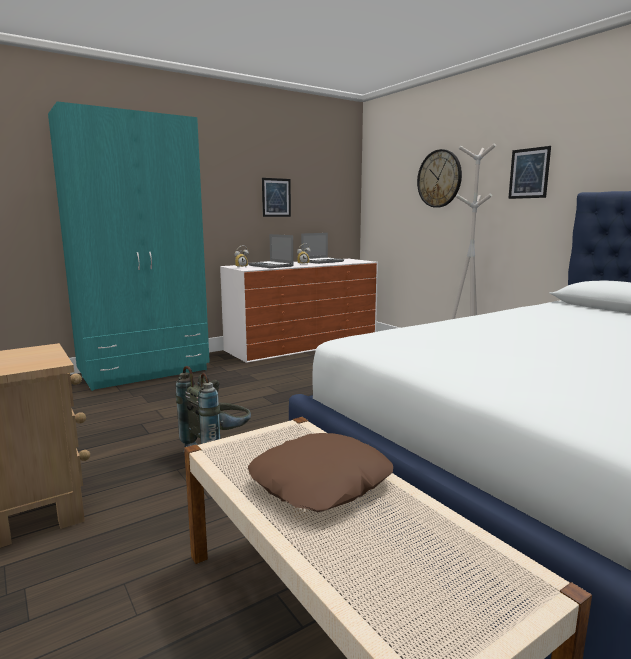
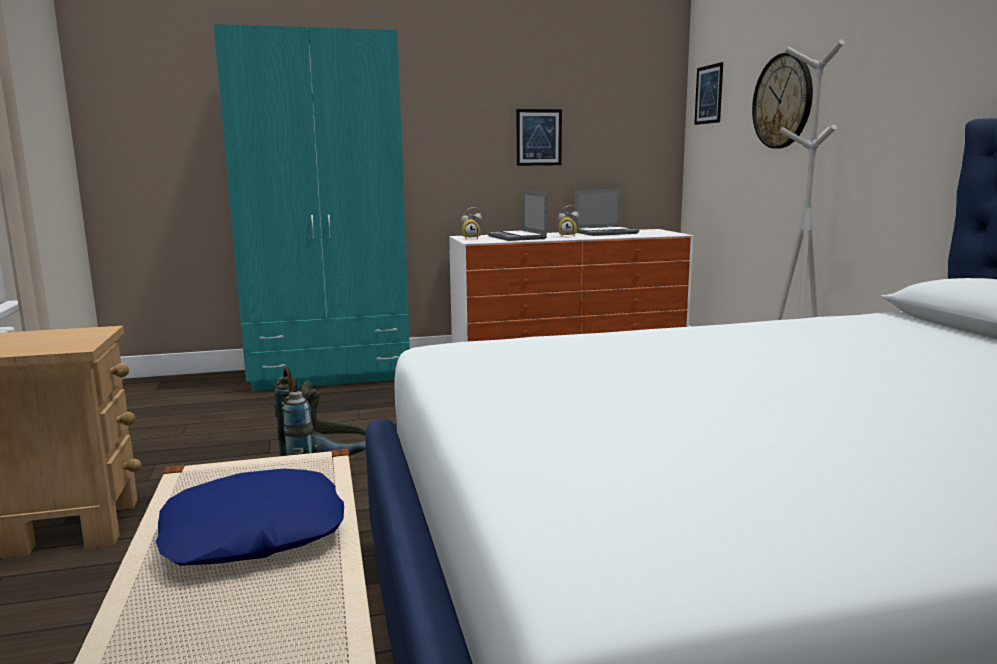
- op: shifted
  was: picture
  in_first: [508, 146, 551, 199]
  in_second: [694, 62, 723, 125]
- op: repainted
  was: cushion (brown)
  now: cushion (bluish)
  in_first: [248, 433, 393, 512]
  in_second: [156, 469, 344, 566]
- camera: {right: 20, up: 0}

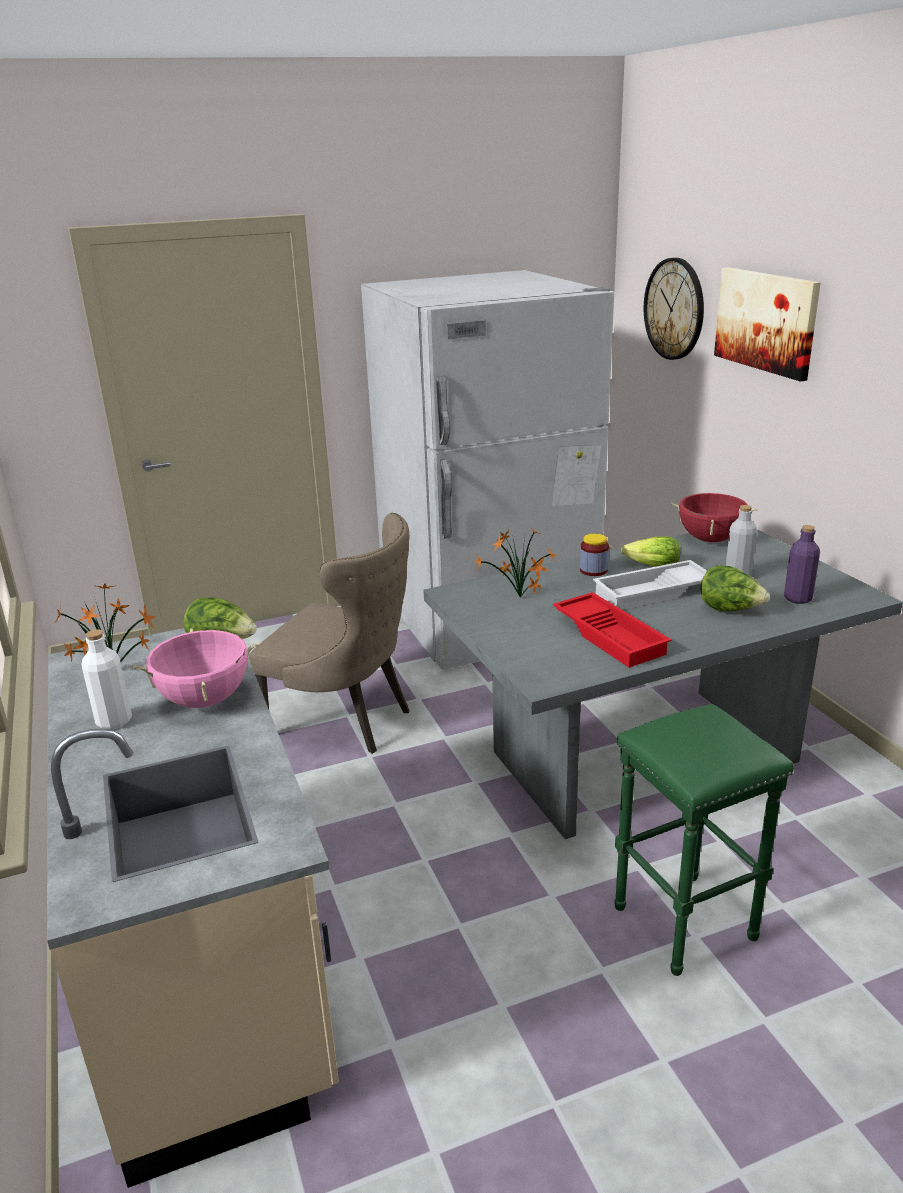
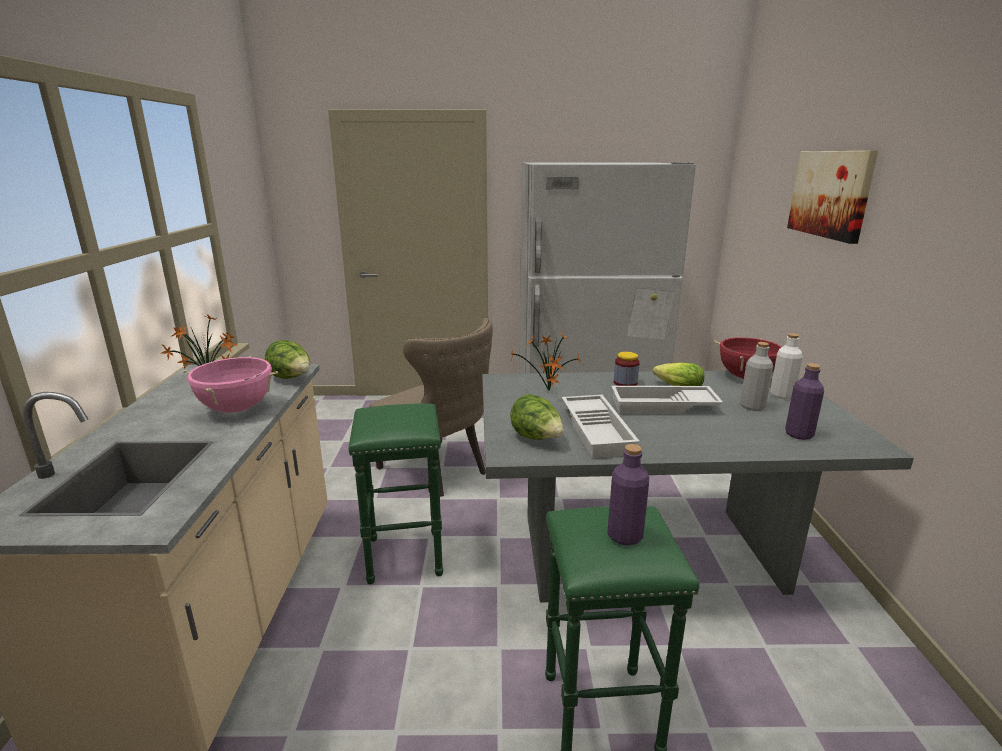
- op: gone
  was: clock on the wall
  in_first: [644, 258, 704, 360]
- op: shifted
  was: lettuce head
  in_first: [701, 565, 770, 611]
  in_second: [510, 394, 564, 440]
- op: repainted
  was: tray (red)
  now: tray (white)
  in_first: [553, 592, 672, 668]
  in_second: [562, 395, 640, 458]
- op: shifted
  was: drink bottle (white)
  in_first: [82, 629, 132, 729]
  in_second: [770, 333, 802, 399]
- op: new
  now: stool (green-coloured)
  in_second: [348, 403, 443, 584]
- op: new
  now: drink bottle (purplish)
  in_second: [607, 444, 649, 546]
- camera: {right: 20, up: -5}

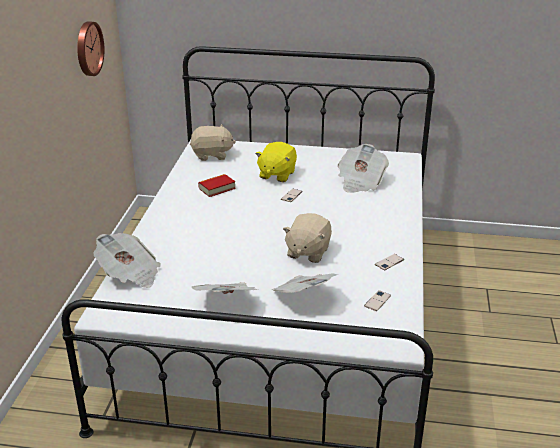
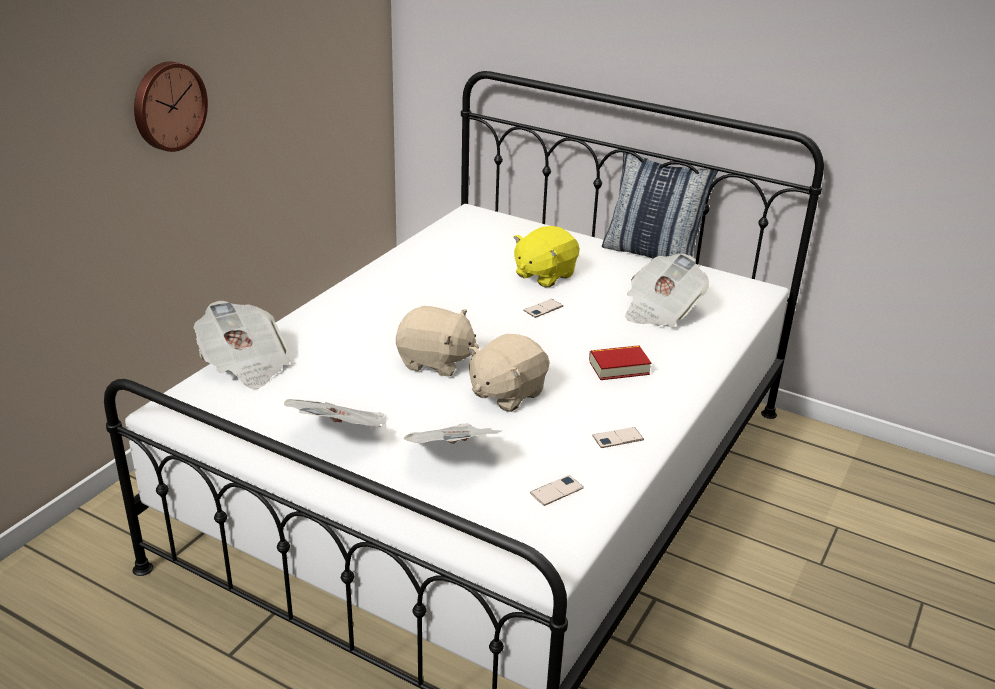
- op: shifted
  was: clock on the wall
  in_first: [77, 21, 104, 76]
  in_second: [134, 61, 208, 152]
- op: shifted
  was: cuddly toy (beige-coloured)
  in_first: [190, 124, 236, 161]
  in_second: [396, 306, 479, 377]
- op: shifted
  was: volume
  in_first: [198, 174, 236, 197]
  in_second: [589, 345, 651, 380]
- op: new
  now: cushion
  in_second: [602, 153, 718, 258]
- camera: {right: 20, up: 0}

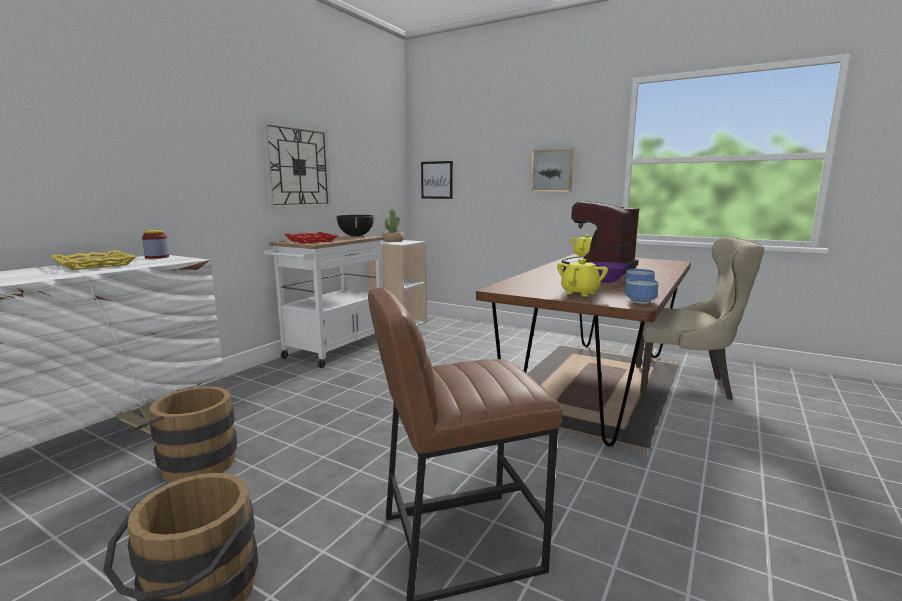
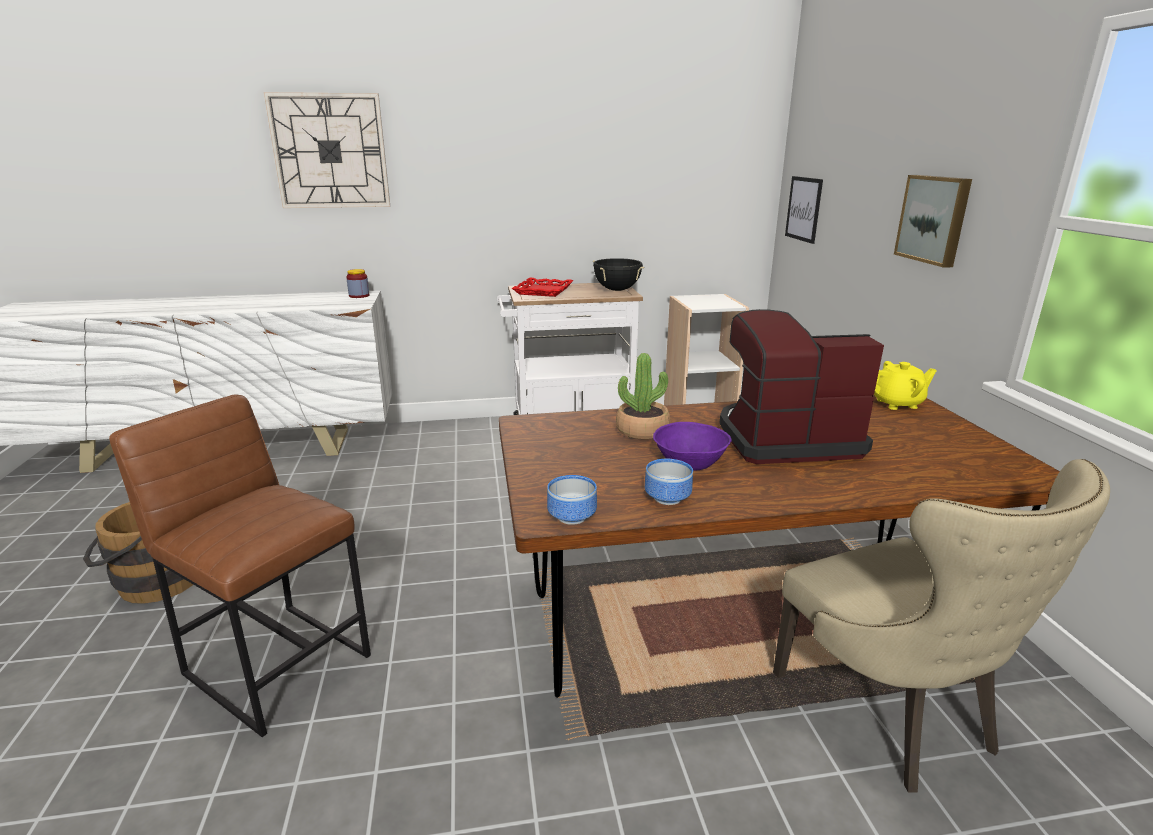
- op: shifted
  was: clock on the wall
  in_first: [262, 121, 331, 208]
  in_second: [264, 92, 390, 208]
- op: shifted
  was: plant in a pot
  in_first: [383, 209, 404, 242]
  in_second: [616, 353, 670, 440]
- op: gone
  was: tray (yellow-coloured)
  in_first: [50, 250, 137, 270]
- op: gone
  was: pot for tea (yellow-coloured)
  in_first: [557, 259, 608, 297]
- op: gone
  was: bucket (brown)
  in_first: [134, 386, 237, 483]
- camera: {right: 50, up: 10}

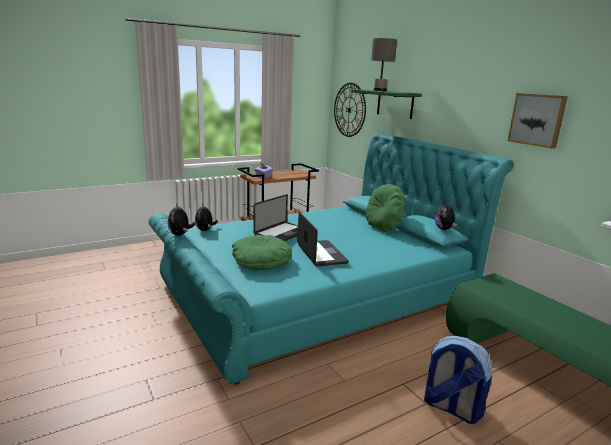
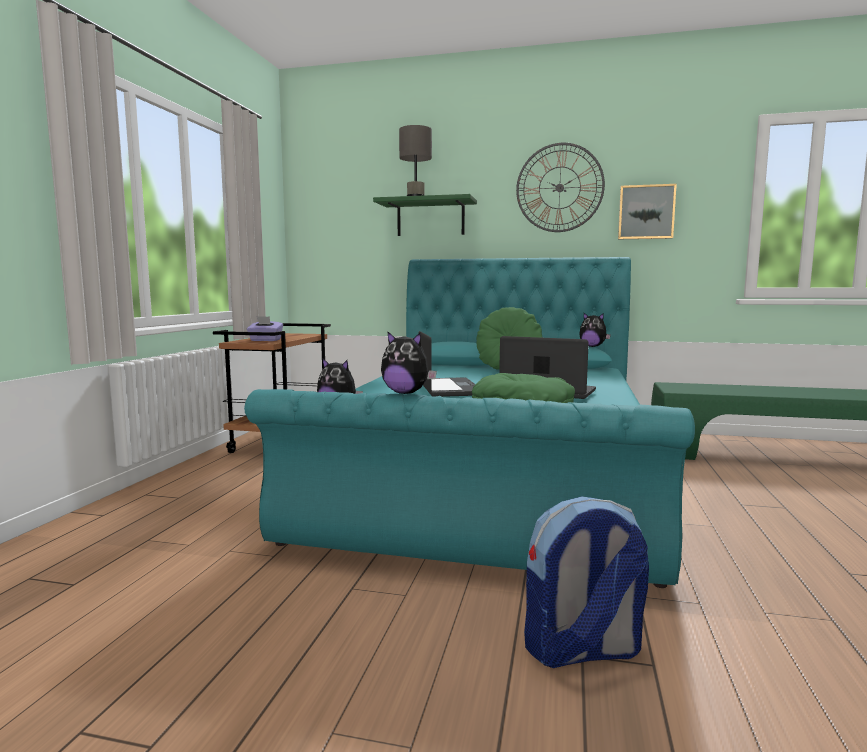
- op: shifted
  was: clock on the wall
  in_first: [334, 83, 366, 137]
  in_second: [516, 143, 605, 232]
- op: shifted
  was: backpack
  in_first: [424, 336, 492, 424]
  in_second: [524, 496, 649, 668]
- camera: {right: -45, up: -10}

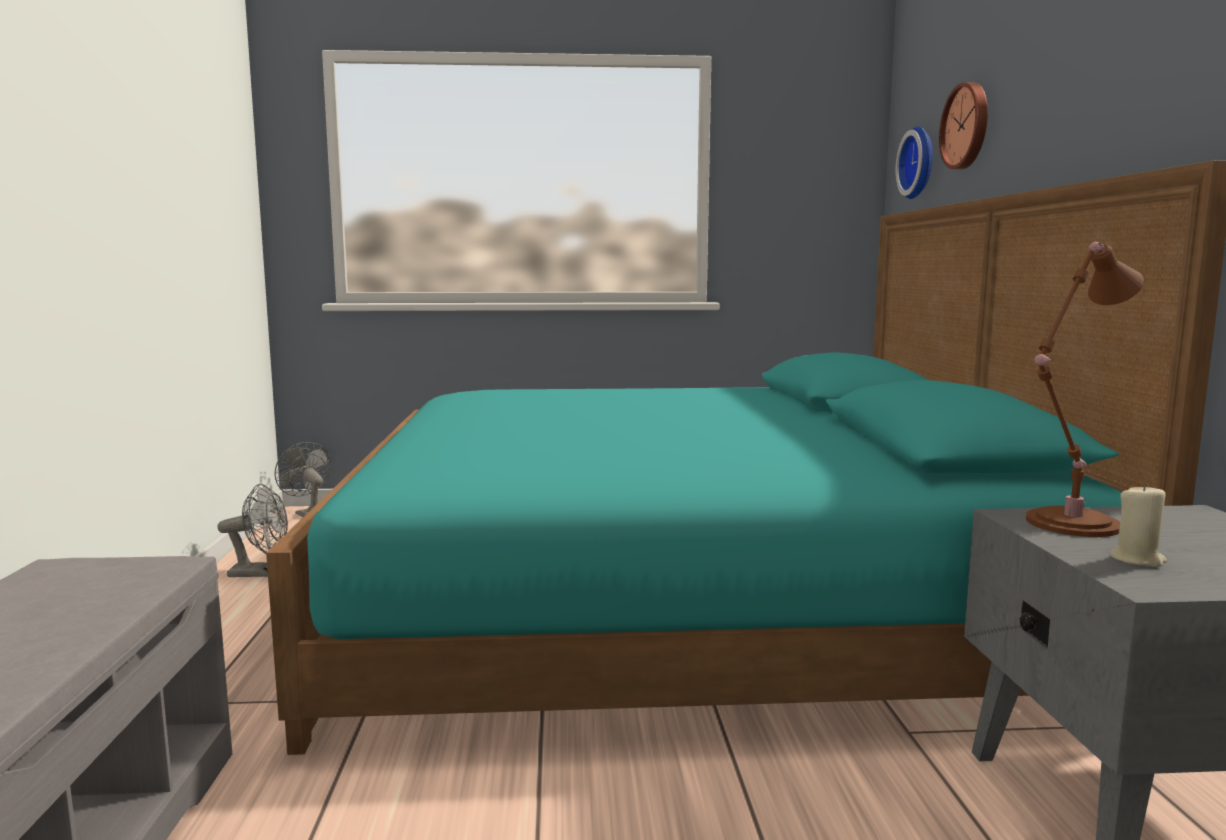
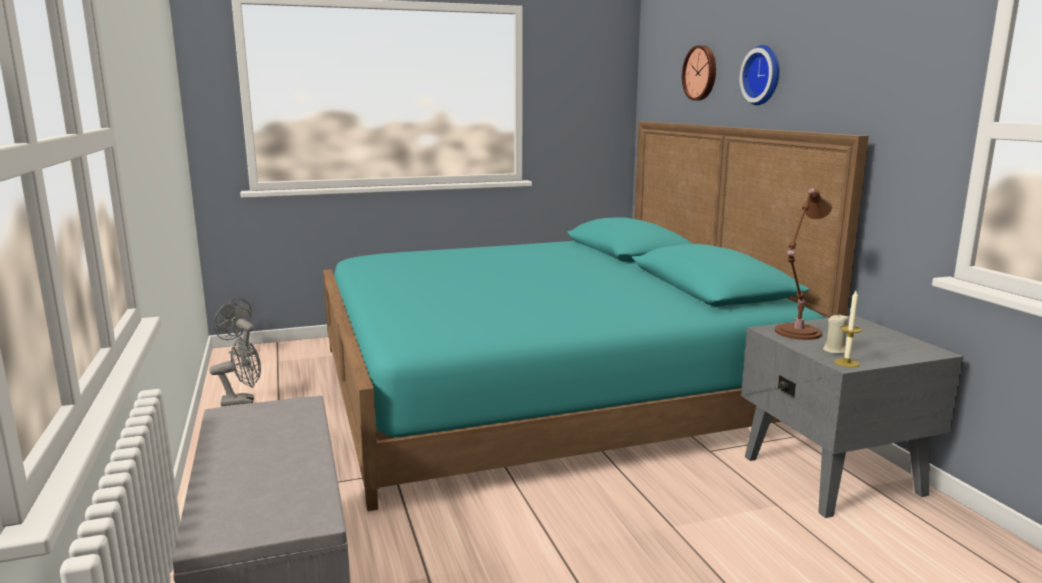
- op: shifted
  was: clock on the wall
  in_first: [895, 126, 933, 199]
  in_second: [740, 45, 780, 105]
- op: new
  now: wax light
  in_second: [834, 291, 862, 367]
- camera: {right: -15, up: 5}

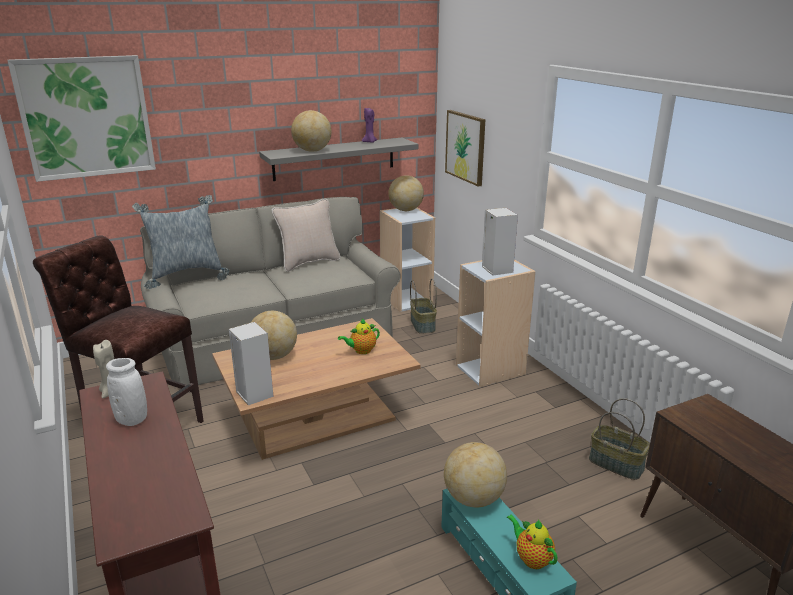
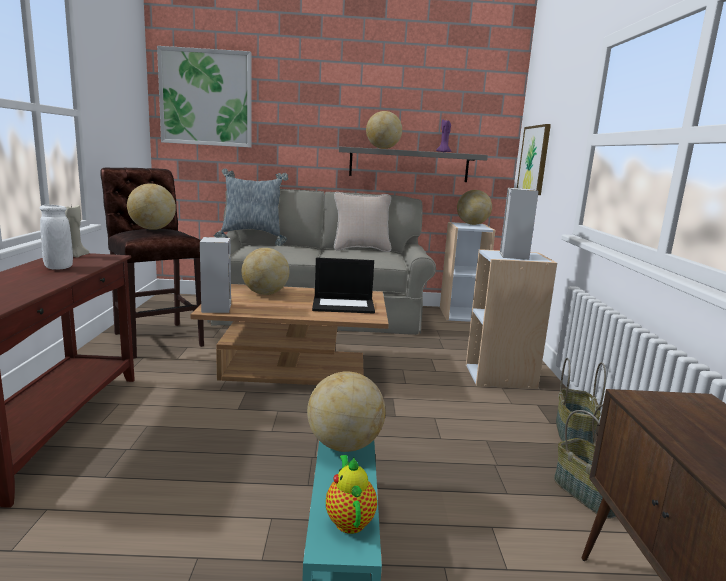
- op: shifted
  was: storage basket
  in_first: [410, 279, 437, 334]
  in_second: [556, 358, 606, 444]
- op: swapped
  was: pot for tea
  now: notebook computer
  in_first: [338, 319, 380, 354]
  in_second: [312, 258, 375, 314]
- op: new
  now: desk globe
  in_second: [127, 183, 176, 230]
- camera: {right: 25, up: -10}

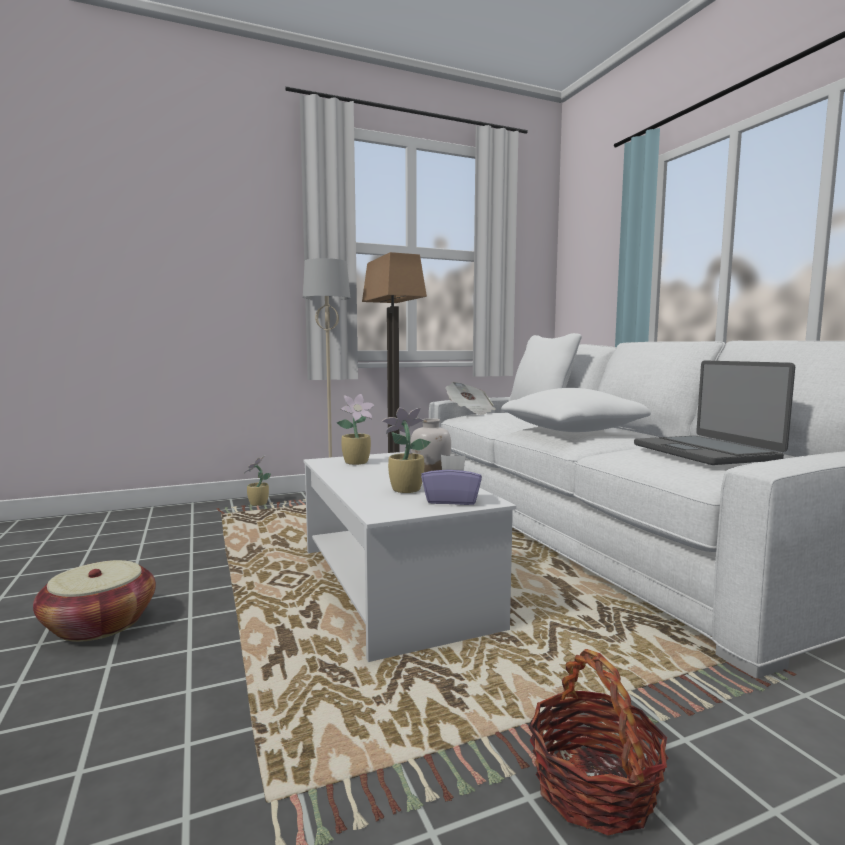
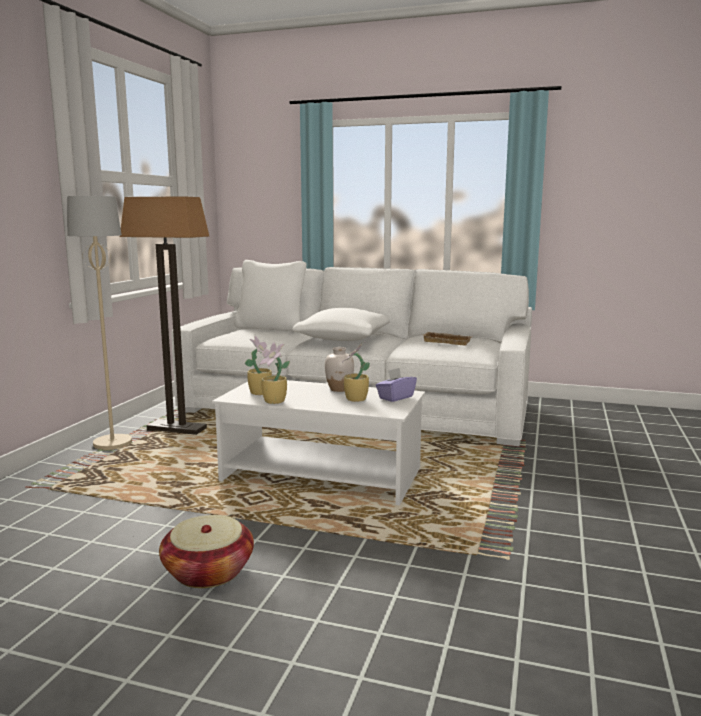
- op: swapped
  was: notebook computer
  now: tray (beige-coloured)
  in_first: [634, 360, 795, 465]
  in_second: [423, 332, 472, 345]
- op: gone
  was: daily paper
  in_first: [445, 382, 496, 415]
- op: shifted
  was: plant in a pot
  in_first: [244, 456, 271, 506]
  in_second: [259, 342, 290, 404]
- op: gone
  was: storage basket
  in_first: [528, 649, 668, 836]
- camera: {right: -50, up: 5}

